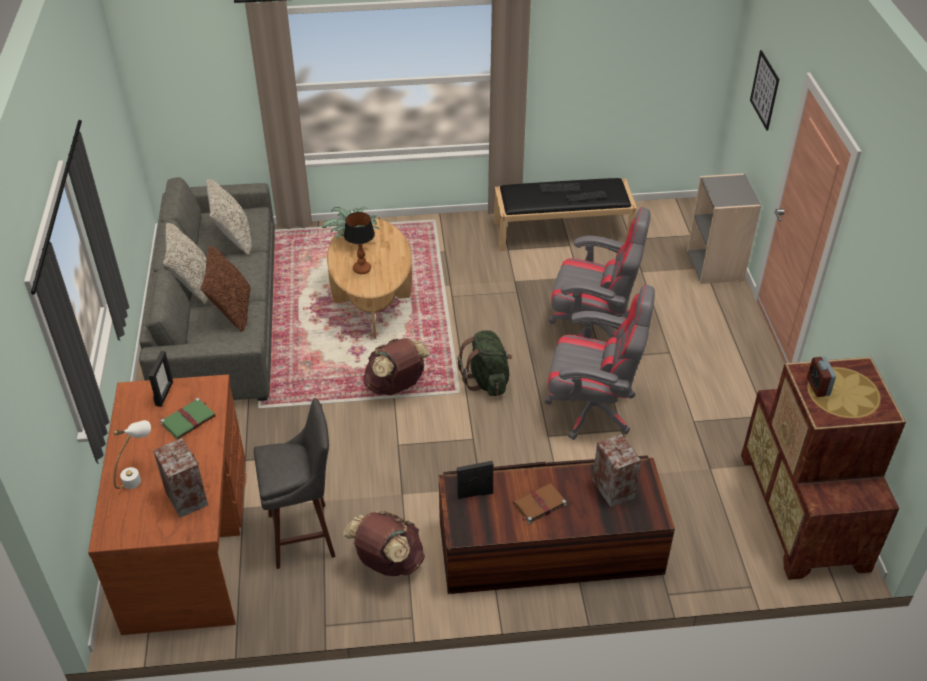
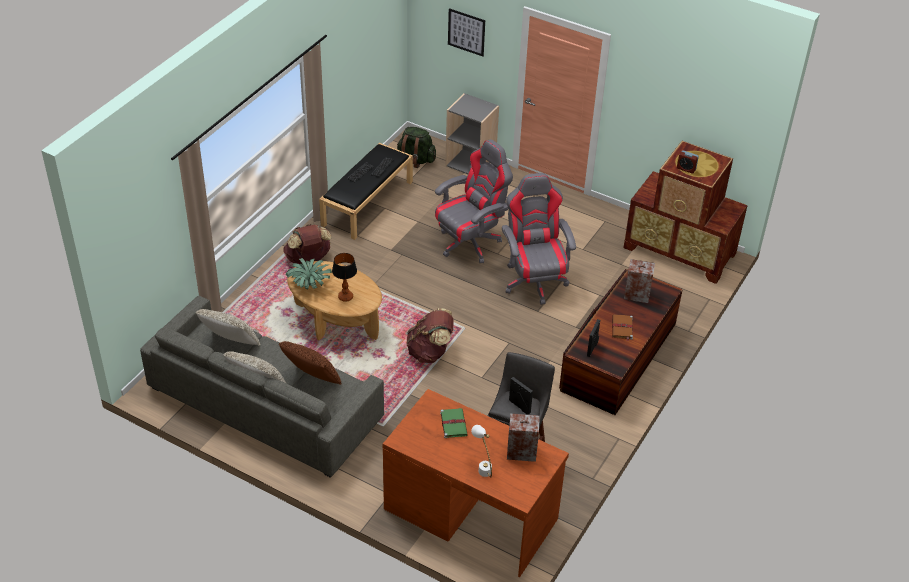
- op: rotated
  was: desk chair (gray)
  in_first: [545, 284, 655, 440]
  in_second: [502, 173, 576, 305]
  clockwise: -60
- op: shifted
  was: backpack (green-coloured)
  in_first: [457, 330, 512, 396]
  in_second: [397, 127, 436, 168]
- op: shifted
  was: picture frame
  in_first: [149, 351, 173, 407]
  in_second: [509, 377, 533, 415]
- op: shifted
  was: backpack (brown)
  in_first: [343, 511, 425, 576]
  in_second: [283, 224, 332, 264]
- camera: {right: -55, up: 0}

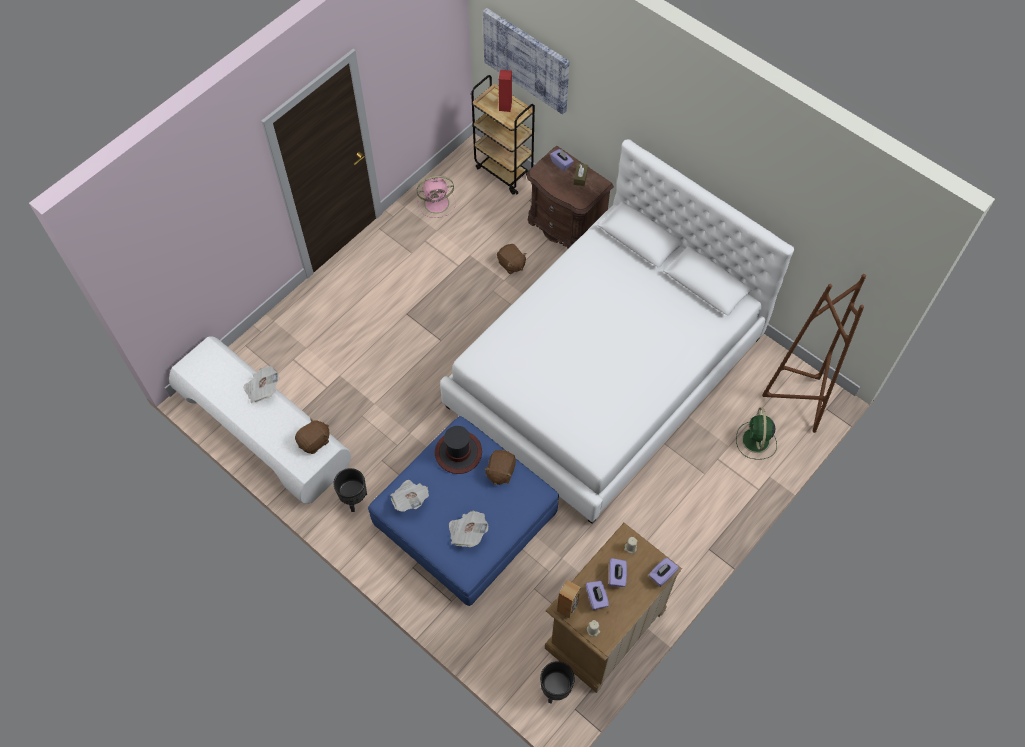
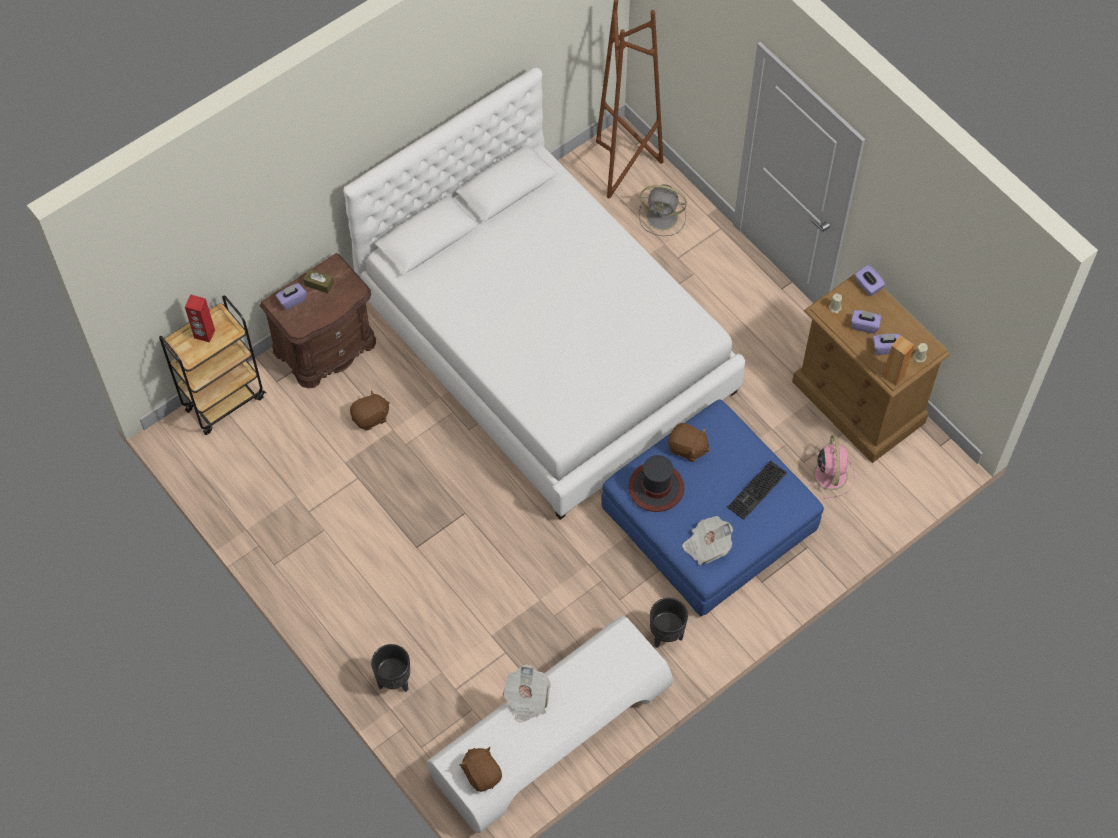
- op: gone
  was: picture
  in_first: [483, 8, 569, 115]
- op: shifted
  was: cooling fan (pink)
  in_first: [416, 176, 456, 218]
  in_second: [805, 435, 855, 499]
- op: repainted
  was: cooling fan (green-coloured)
  now: cooling fan (gray)
  in_first: [736, 407, 777, 460]
  in_second: [639, 185, 687, 236]
- op: shifted
  was: cuddly toy (brown)
  in_first: [295, 418, 329, 454]
  in_second: [459, 747, 502, 792]
- op: swapped
  was: daily paper
  now: keyboard
  in_first: [449, 511, 488, 547]
  in_second: [727, 461, 787, 520]
- op: shifted
  was: flower pot (black)
  in_first: [540, 661, 575, 704]
  in_second: [371, 644, 410, 692]
- camera: {right: -80, up: 0}

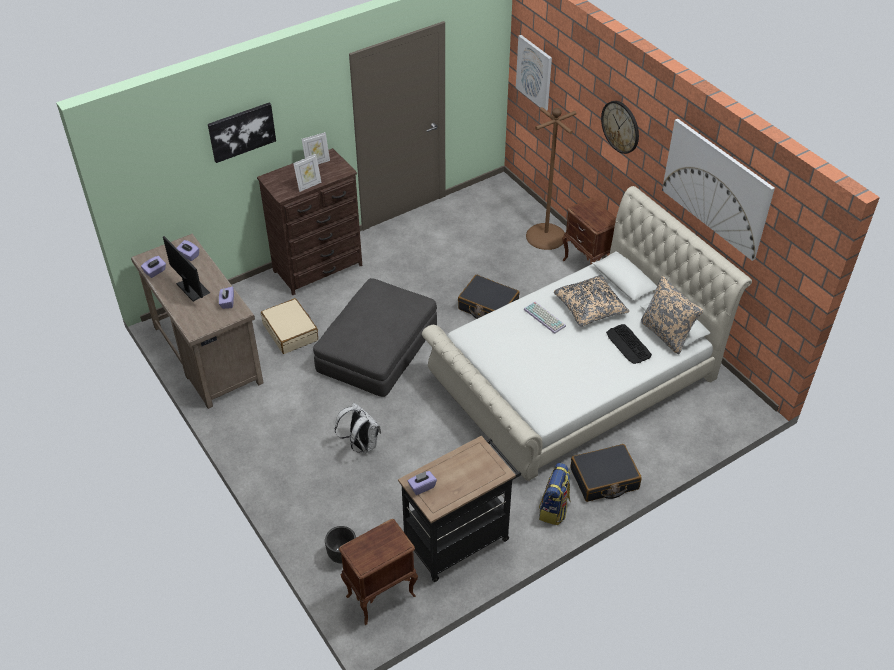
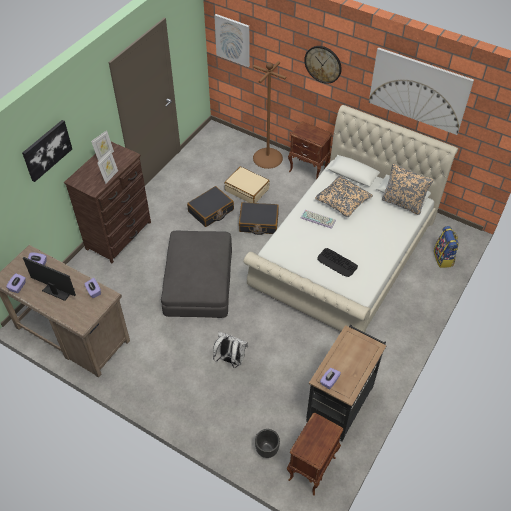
- op: shifted
  was: suitcase (beige-coloured)
  in_first: [261, 298, 318, 354]
  in_second: [224, 166, 270, 203]
- op: shifted
  was: keyboard
  in_first: [606, 324, 652, 364]
  in_second: [317, 248, 358, 277]
- op: shifted
  was: suitcase (black)
  in_first: [571, 444, 642, 502]
  in_second: [187, 186, 234, 227]
- op: shifted
  was: backpack
  in_first: [539, 463, 571, 525]
  in_second: [434, 226, 459, 268]
- camera: {right: -25, up: 5}

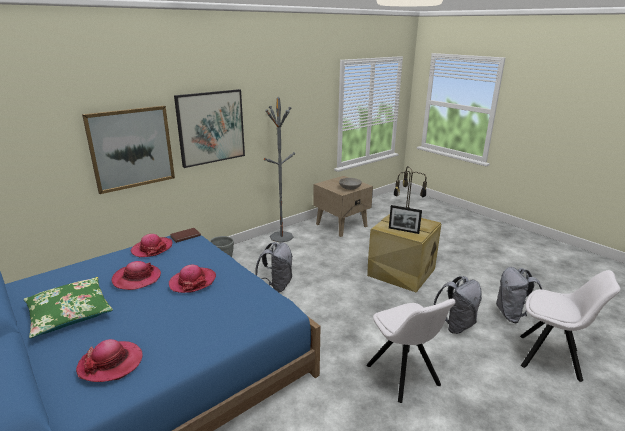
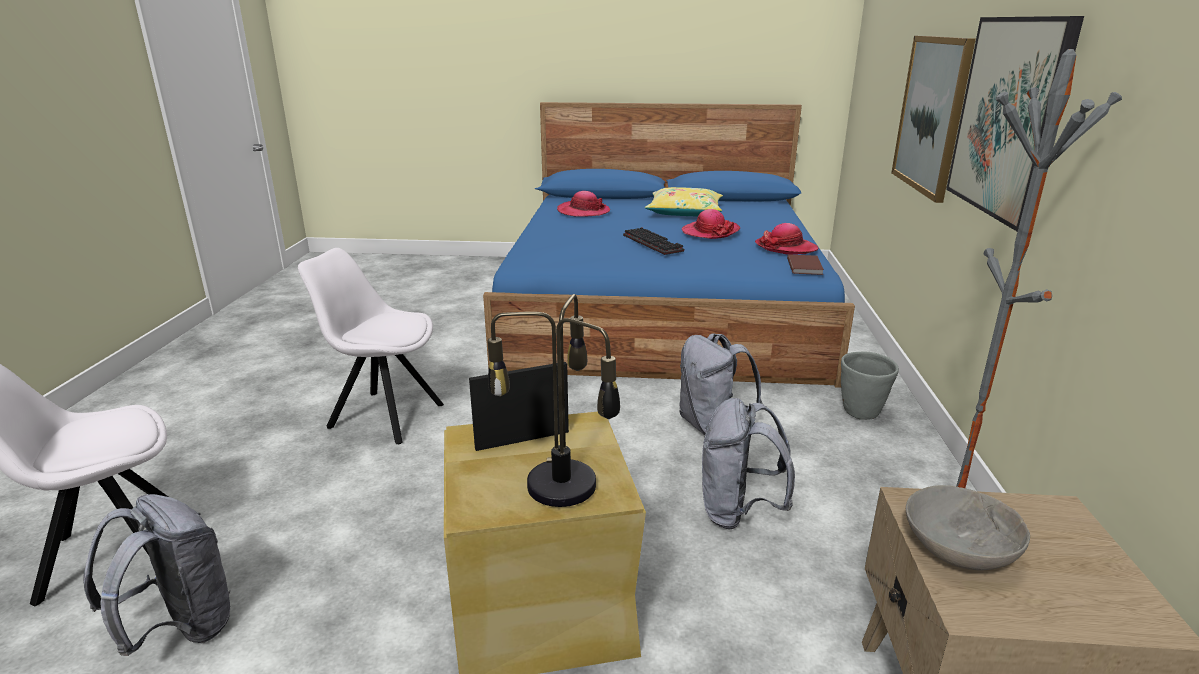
- op: swapped
  was: wearable hat
  now: keyboard
  in_first: [169, 264, 216, 293]
  in_second: [623, 227, 684, 255]
- op: shifted
  was: backpack (gray)
  in_first: [434, 276, 482, 334]
  in_second: [702, 398, 795, 529]
- op: repainted
  was: cushion (green-coloured)
  now: cushion (yellow-coloured)
  in_first: [24, 277, 113, 338]
  in_second: [645, 187, 723, 216]
- camera: {right: 135, up: 0}

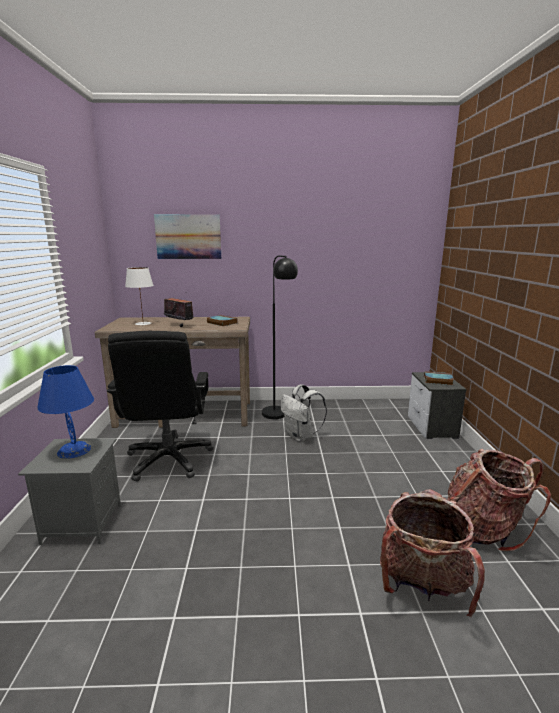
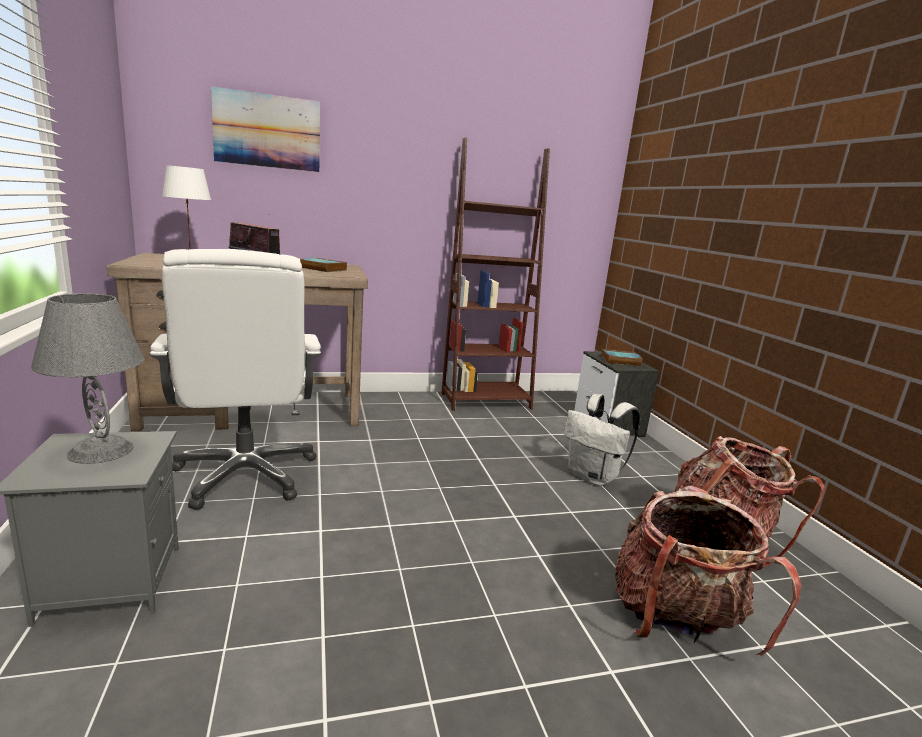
- op: gone
  was: floor lamp (black)
  in_first: [262, 255, 298, 419]
- op: repainted
  was: desk chair (black)
  now: desk chair (white)
  in_first: [107, 331, 213, 482]
  in_second: [149, 249, 321, 510]
- op: repainted
  was: tabletop lamp (bluish)
  now: tabletop lamp (gray)
  in_first: [37, 365, 94, 459]
  in_second: [31, 293, 144, 464]
- op: shifted
  was: backpack (white)
  in_first: [281, 384, 327, 442]
  in_second: [564, 394, 640, 486]
- op: new
  now: bookshelf (brown)
  in_second: [441, 138, 550, 411]
- camera: {right: -15, up: 0}

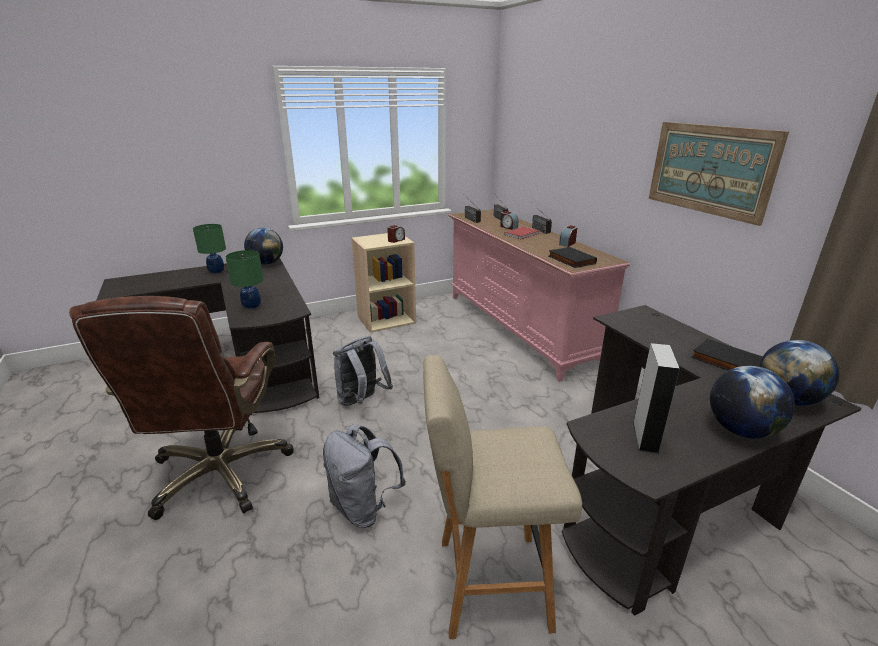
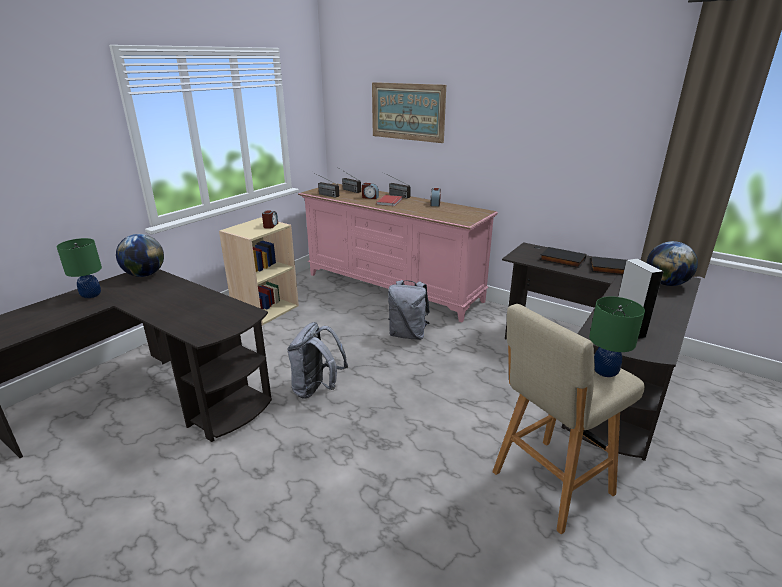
- op: shifted
  was: picture
  in_first: [649, 122, 789, 226]
  in_second: [372, 82, 446, 143]
- op: shifted
  was: volume (black)
  in_first: [549, 247, 597, 268]
  in_second: [540, 247, 586, 268]
- op: shifted
  was: tabletop lamp (green-coloured)
  in_first: [226, 250, 264, 309]
  in_second: [589, 297, 645, 377]
- op: gone
  was: desk chair (brown)
  in_first: [69, 296, 294, 520]
- op: gone
  was: desk globe
  in_first: [710, 366, 795, 439]
- op: shifted
  was: backpack (gray)
  in_first: [323, 425, 406, 528]
  in_second: [388, 280, 430, 340]
- camera: {right: -30, up: 0}

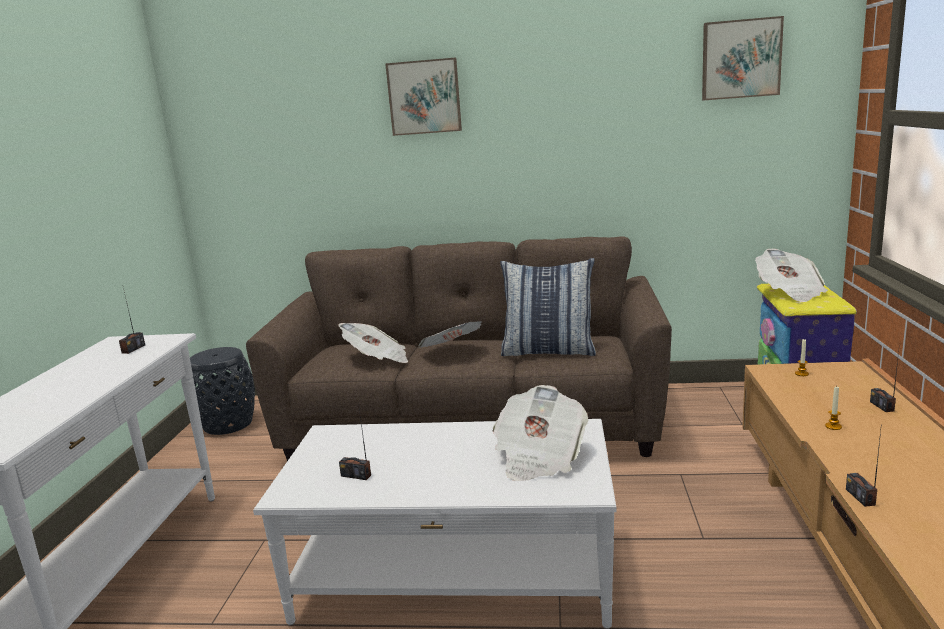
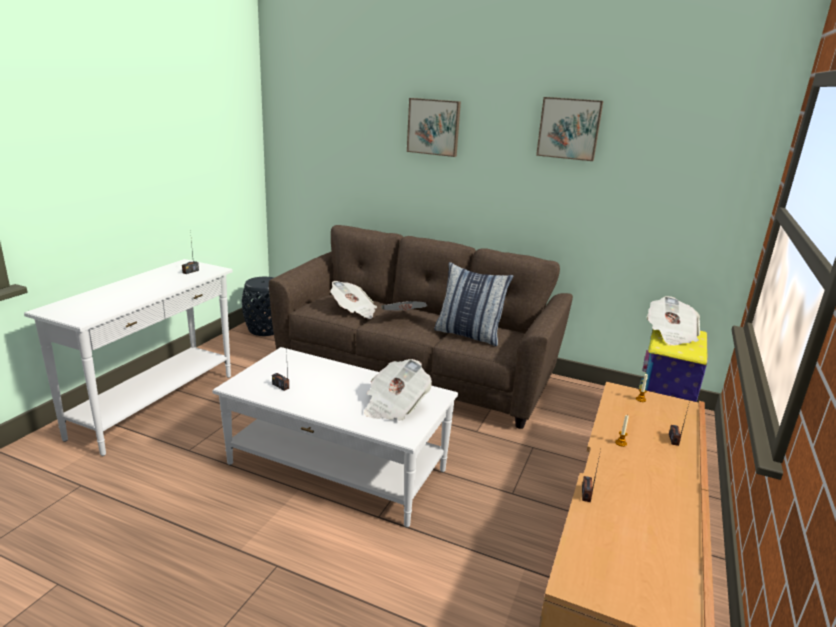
- op: shifted
  was: picture
  in_first: [702, 16, 784, 100]
  in_second: [536, 97, 603, 161]
- camera: {right: 15, up: 5}

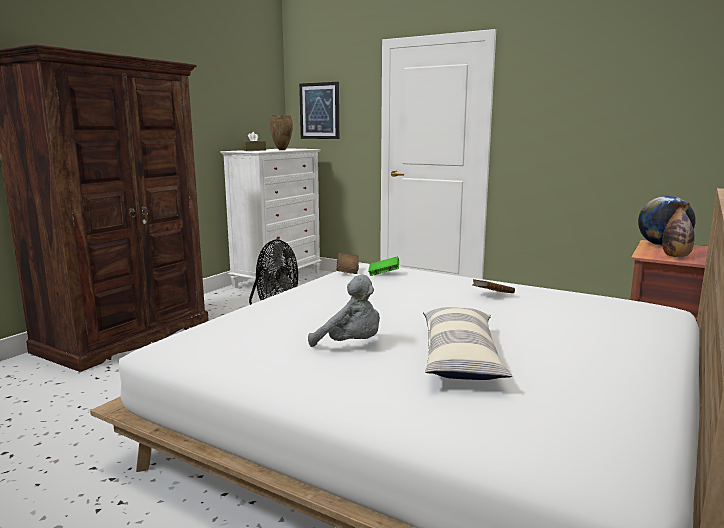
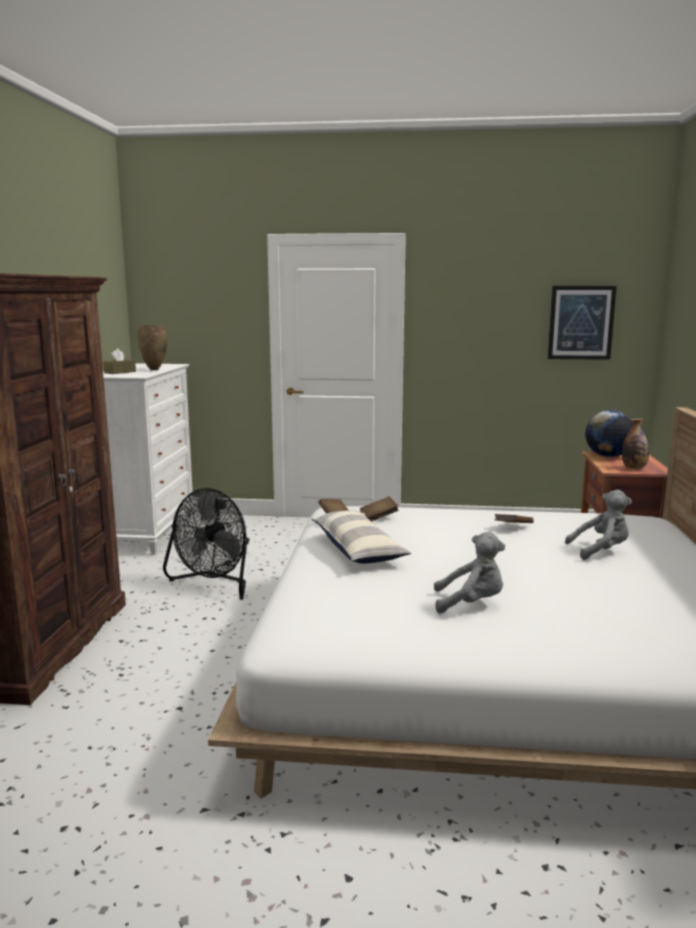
- op: shifted
  was: picture
  in_first: [299, 82, 339, 139]
  in_second: [547, 286, 617, 360]
- op: repainted
  was: volume (green-coloured)
  now: volume (brown)
  in_first: [368, 256, 399, 276]
  in_second: [360, 496, 399, 522]
- op: shifted
  was: cushion
  in_first: [423, 307, 512, 380]
  in_second: [311, 510, 411, 564]
- op: new
  now: cuddly toy (gray)
  in_second: [565, 490, 632, 560]
- camera: {right: -25, up: 0}

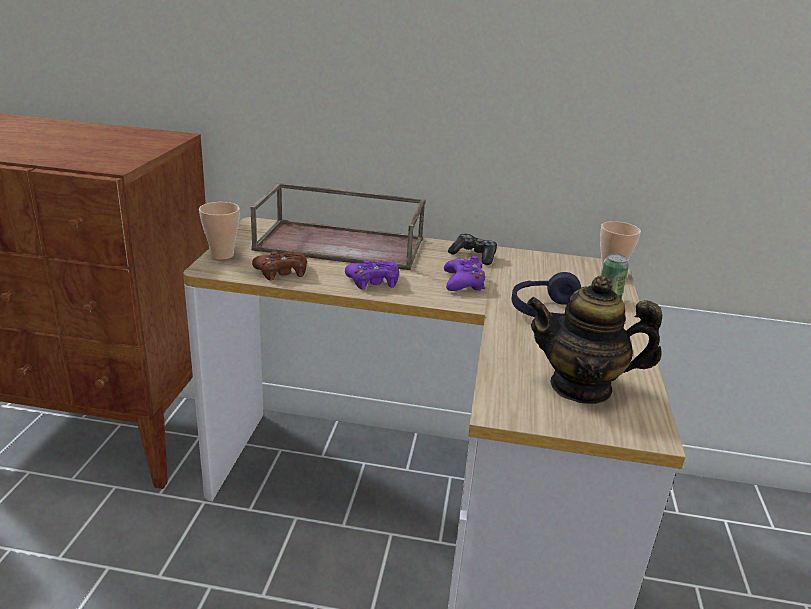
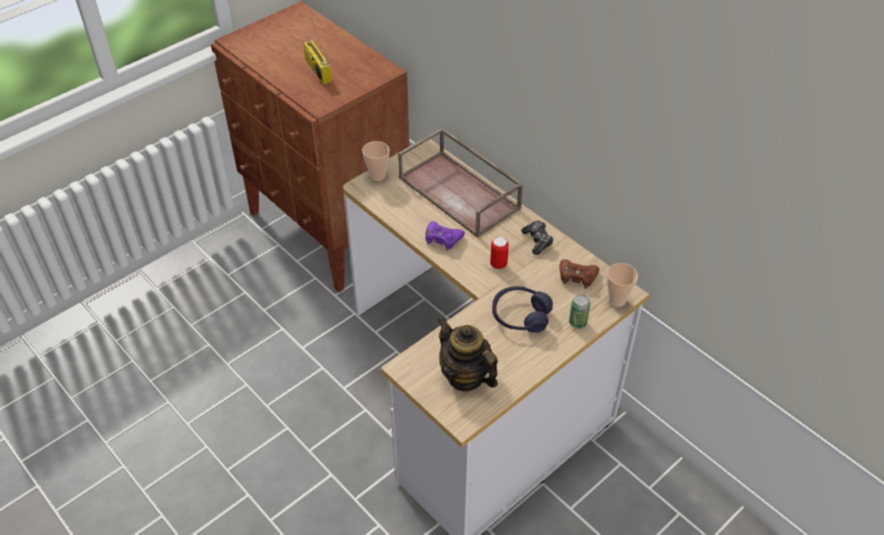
- op: shifted
  was: joypad (brown)
  in_first: [252, 251, 307, 280]
  in_second: [560, 259, 599, 289]
- op: swapped
  was: joypad (purplish)
  now: metal can
  in_first: [444, 256, 485, 291]
  in_second: [490, 237, 509, 269]
- op: new
  now: radio set
  in_second: [303, 18, 332, 85]
- camera: {right: 40, up: 20}

